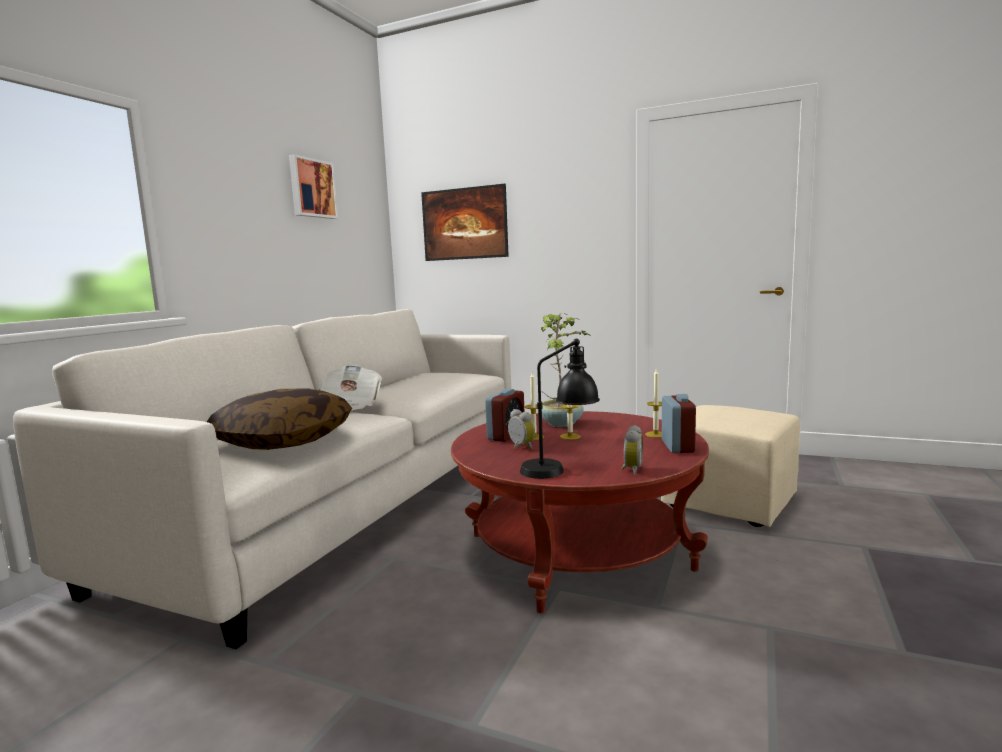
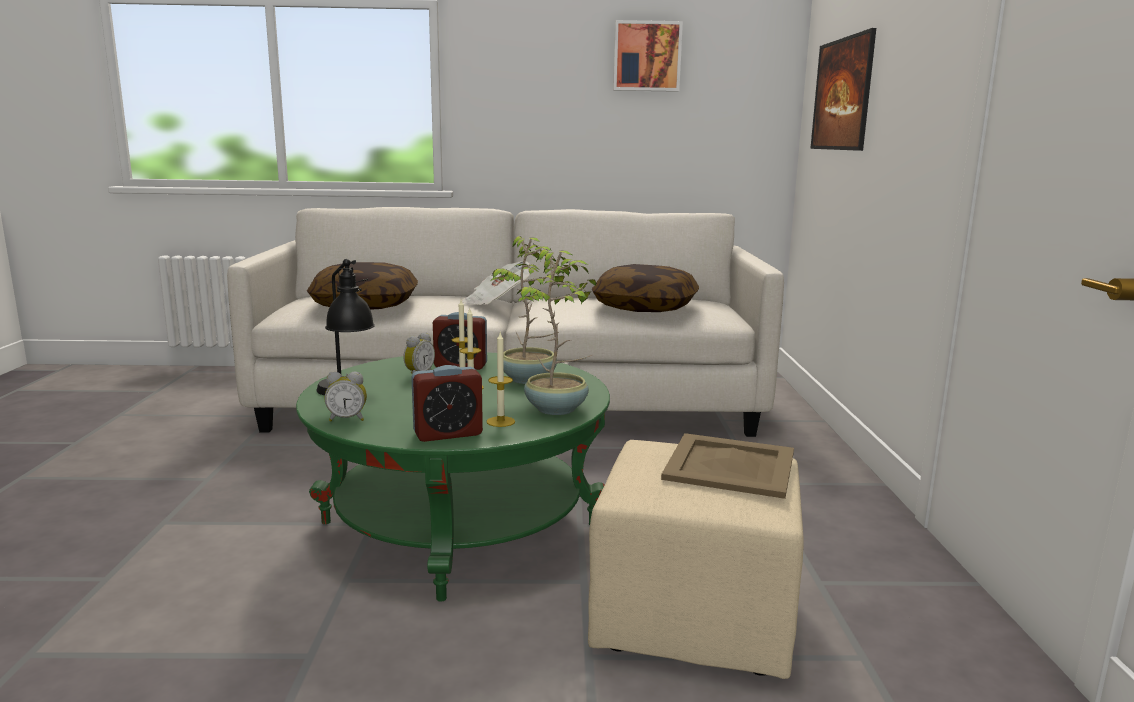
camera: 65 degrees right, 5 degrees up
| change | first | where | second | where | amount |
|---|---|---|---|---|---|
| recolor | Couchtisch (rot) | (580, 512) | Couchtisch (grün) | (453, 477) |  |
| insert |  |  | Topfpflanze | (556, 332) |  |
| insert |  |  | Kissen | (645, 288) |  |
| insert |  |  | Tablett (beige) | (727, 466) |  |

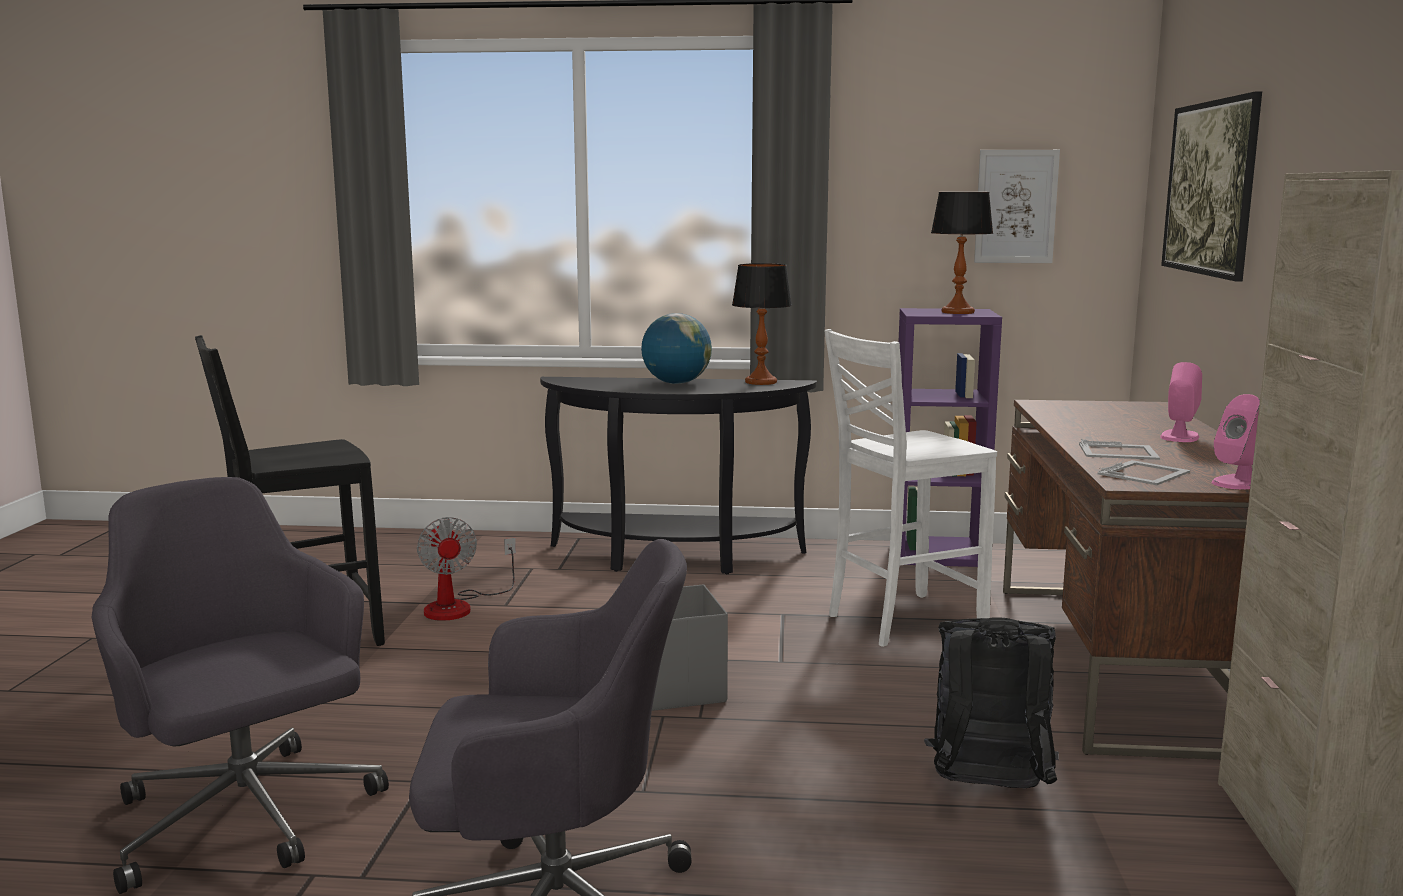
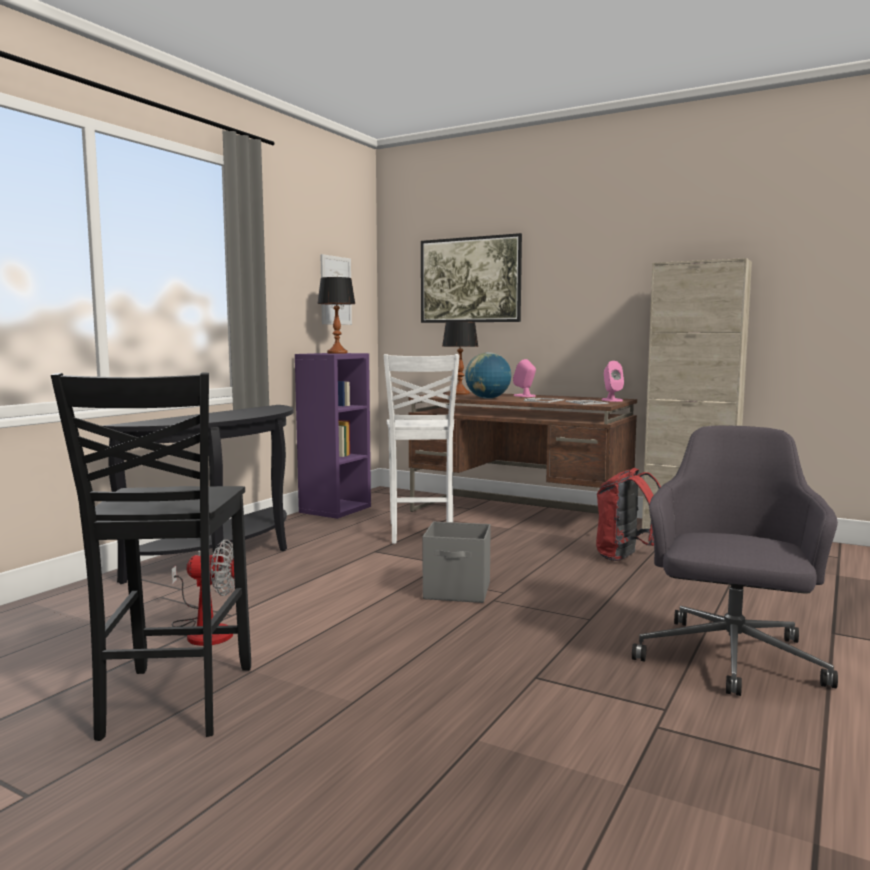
camera: 65 degrees left, 5 degrees down
| change | first | where | second | where | amount |
|---|---|---|---|---|---|
| move | Tischlampe | (762, 324) |  | (460, 358) |  |
| move | Globus | (676, 348) |  | (488, 375) |  |
| delete | Bürostuhl (grau) | (240, 685) |  |  |  |
| recolor | Rucksack (schwarz) | (991, 702) | Rucksack (rot) | (628, 514) |  |

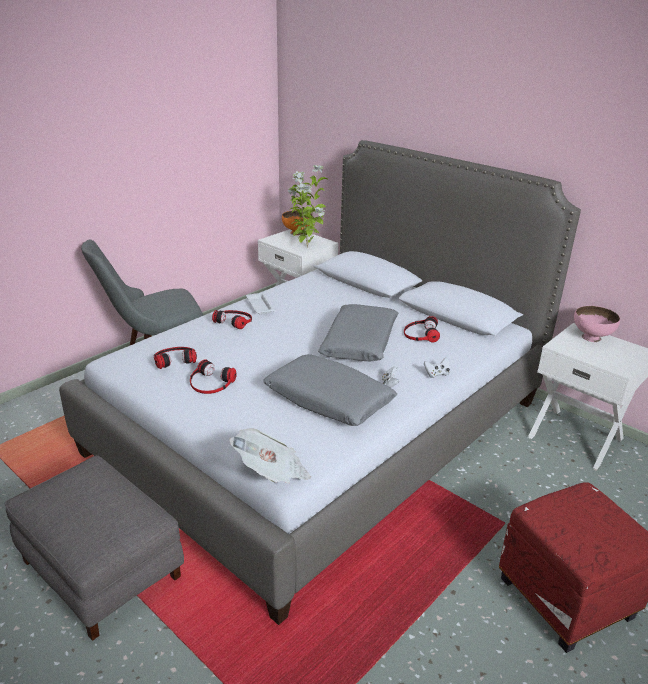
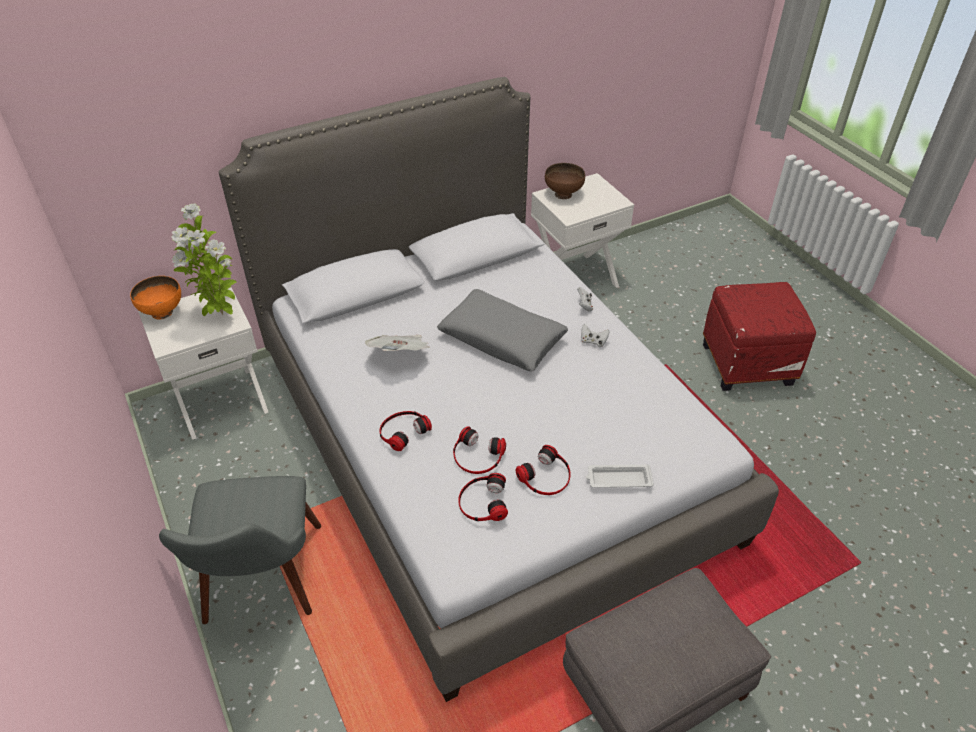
camera: 70 degrees left, 15 degrees up
| change | first | where | second | where | amount |
|---|---|---|---|---|---|
| move | Tablett (weiß) | (260, 303) |  | (620, 476) |  |
| recolor | Schüssel (rosa) | (597, 324) | Schüssel (braun) | (565, 181) |  |
| move | Kopfhörer | (422, 329) |  | (479, 450) |  |
| delete | Kissen (grau) | (330, 390) |  |  |  |
| move | Zeitung | (270, 455) |  | (397, 343) |  |

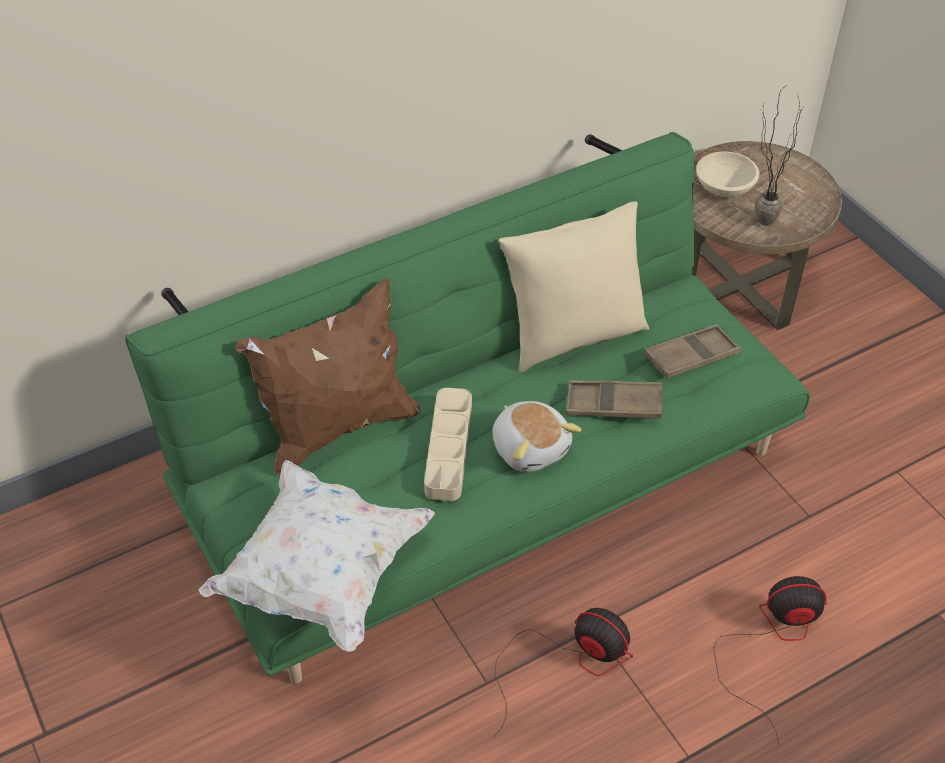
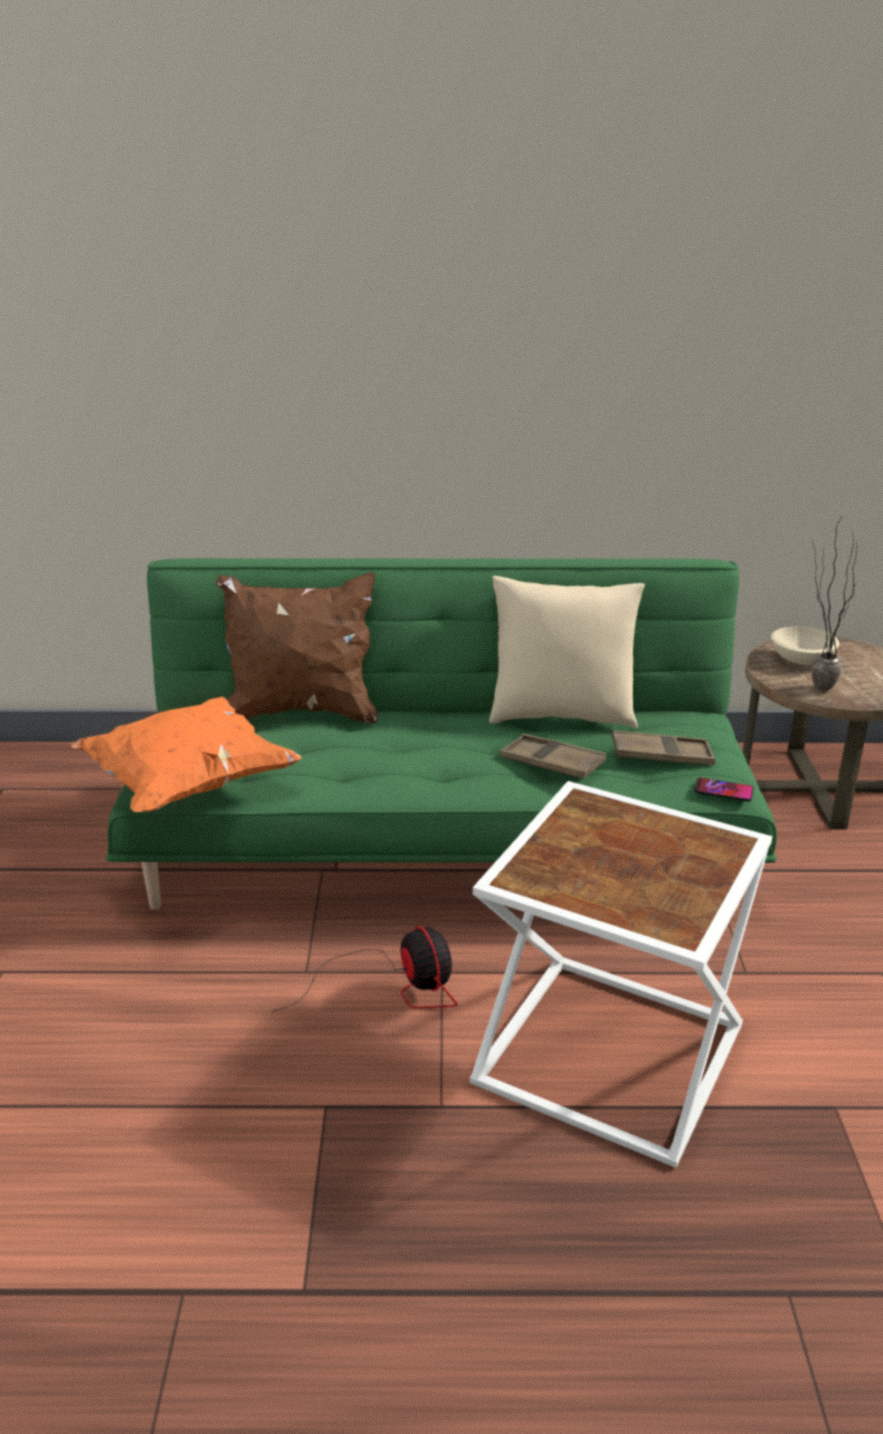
camera: 30 degrees right, 20 degrees down
| change | first | where | second | where | amount |
|---|---|---|---|---|---|
| delete | Tablett (beige) | (448, 444) |  |  |  |
| delete | Plüschtier | (537, 436) |  |  |  |
| recolor | Kissen (weiß) | (317, 556) | Kissen (orange) | (186, 754) |  |
| replace | Ventilator | (770, 661) | Beistelltisch (weiß) | (621, 974) |  |
| insert |  |  | Handy | (724, 790) |  |

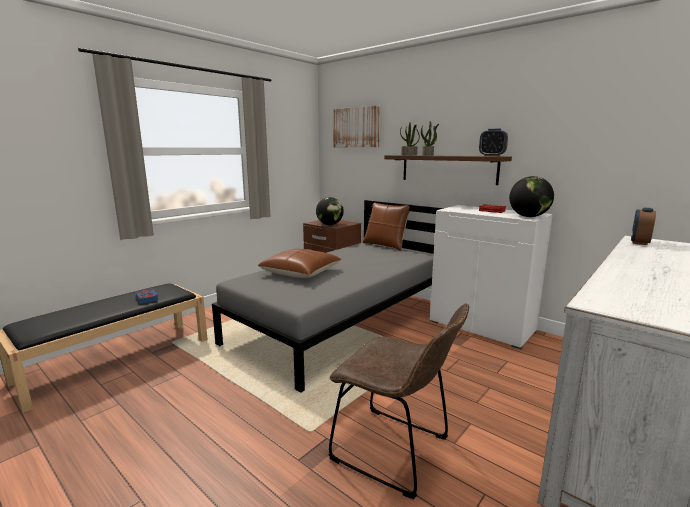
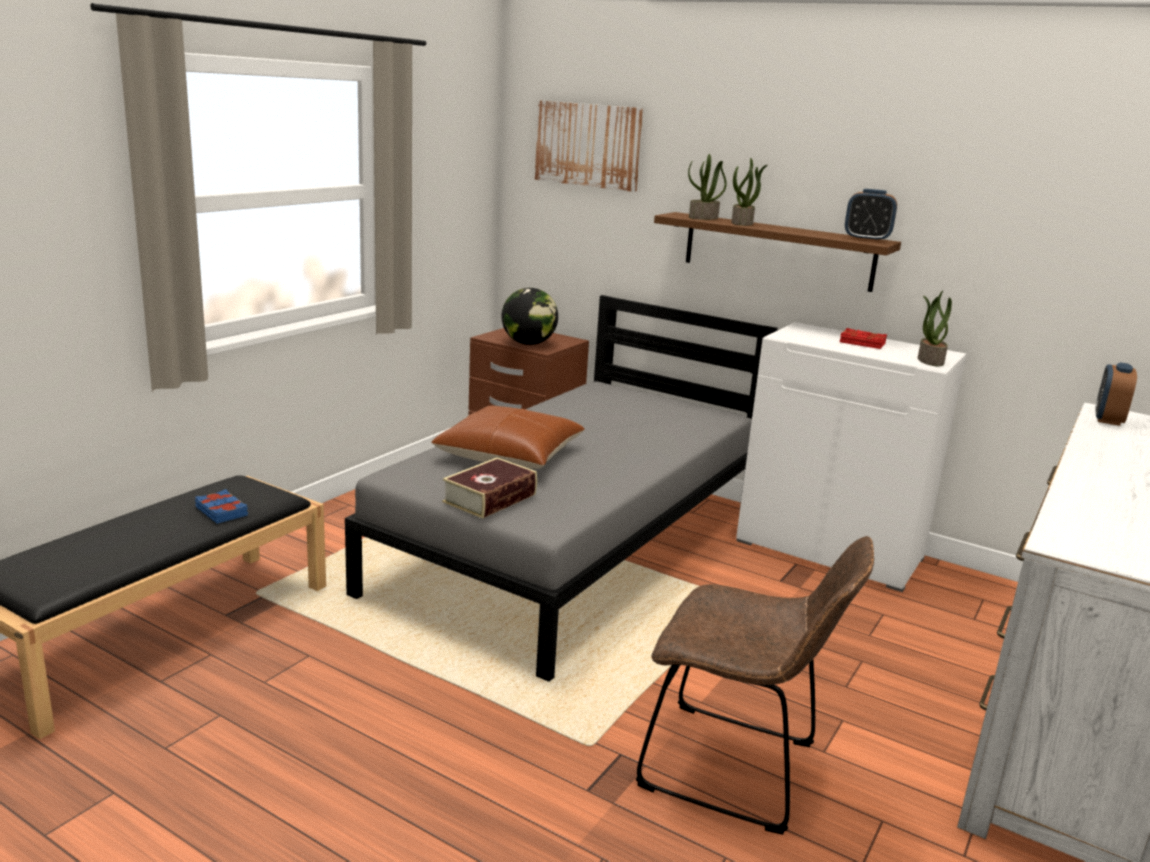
camera: 10 degrees left, 5 degrees up
| change | first | where | second | where | amount |
|---|---|---|---|---|---|
| replace | Globus | (531, 196) | Topfpflanze | (935, 328) |  |
| delete | Kissen (braun) | (387, 225) |  |  |  |
| insert |  |  | Buch | (489, 488) |  |

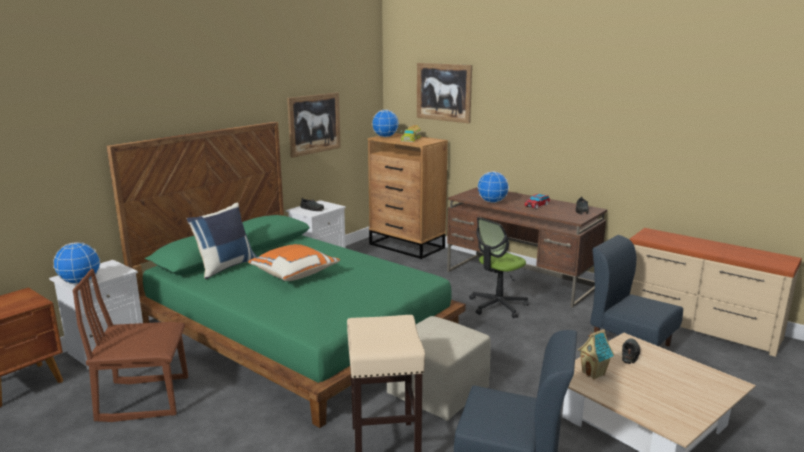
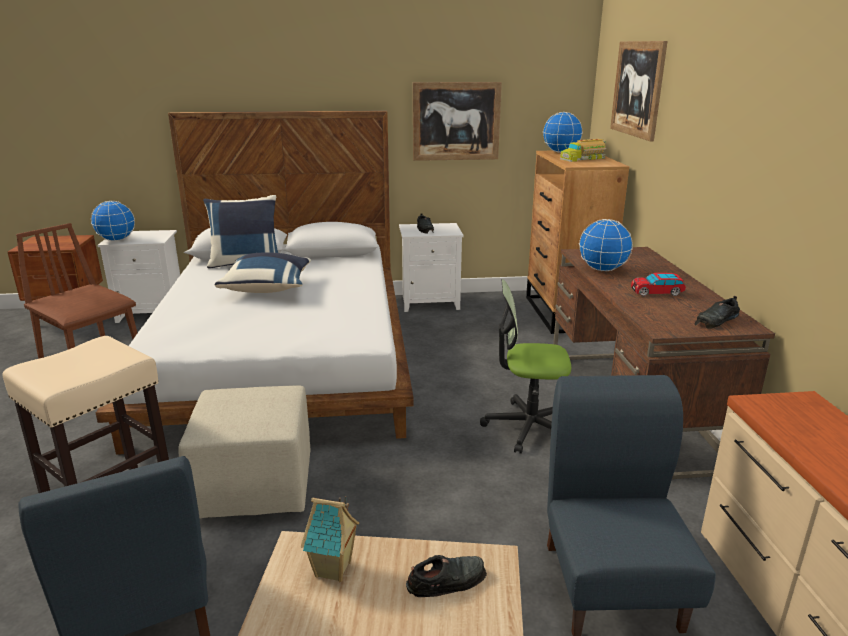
camera: 45 degrees right, 5 degrees up
| change | first | where | second | where | amount |
|---|---|---|---|---|---|
| recolor | Bett (grün) | (286, 275) | Bett (weiß) | (254, 283) |  |
| recolor | Kissen (orange) | (294, 262) | Kissen (blau) | (263, 272) |  |

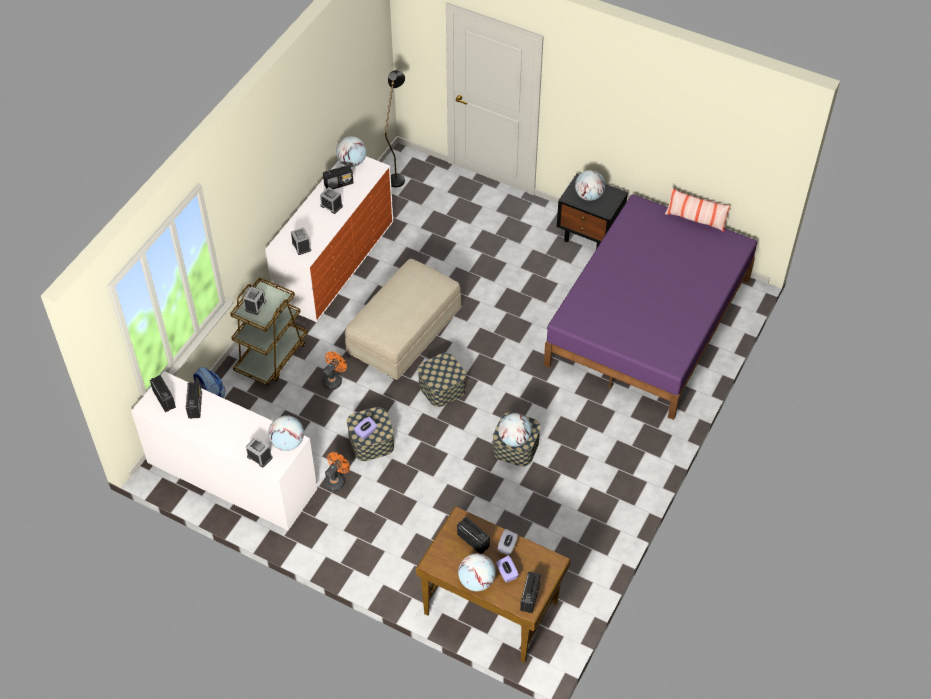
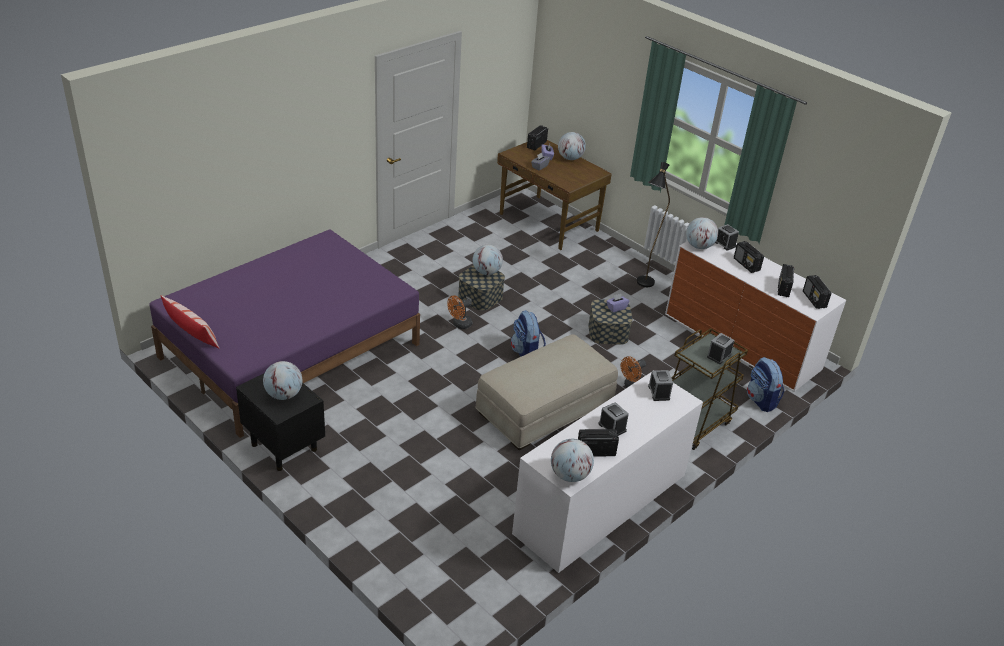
camera: 165 degrees left, 15 degrees down
| change | first | where | second | where | amount |
|---|---|---|---|---|---|
| move | Stehlampe (schwarz) | (395, 128) |  | (653, 224) |  |
| replace | Aufbewahrungsbox | (442, 380) | Rucksack | (528, 333) |  |
| move | Ventilator (orange) | (337, 472) |  | (459, 312) |  |
| move | Radio | (473, 535) |  | (749, 257) |  |

